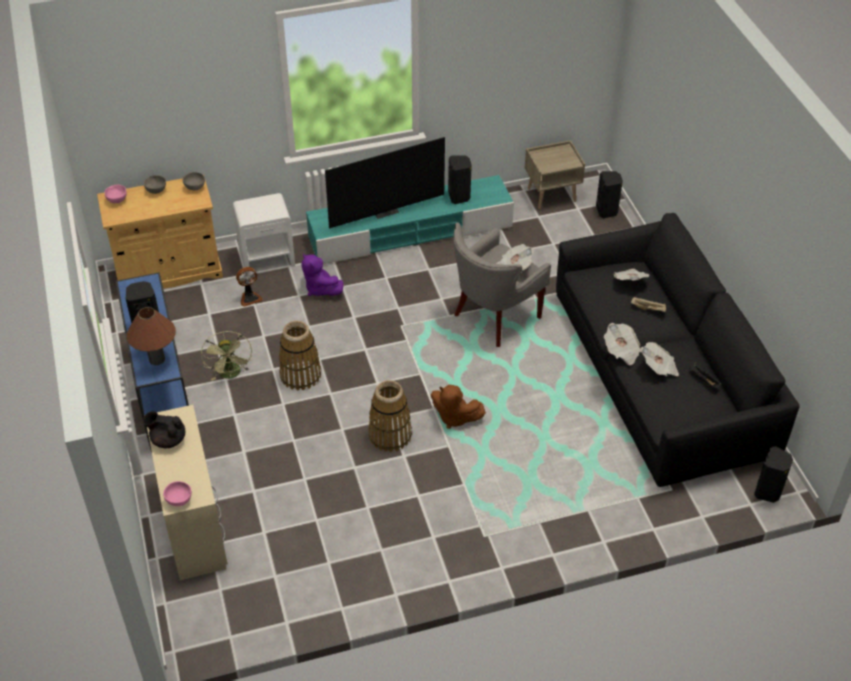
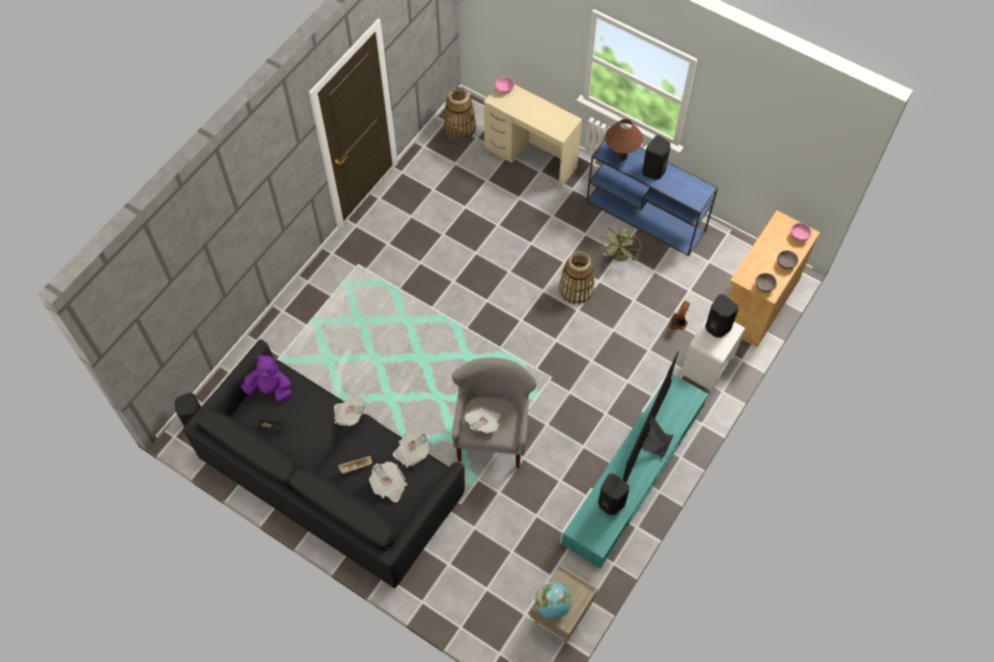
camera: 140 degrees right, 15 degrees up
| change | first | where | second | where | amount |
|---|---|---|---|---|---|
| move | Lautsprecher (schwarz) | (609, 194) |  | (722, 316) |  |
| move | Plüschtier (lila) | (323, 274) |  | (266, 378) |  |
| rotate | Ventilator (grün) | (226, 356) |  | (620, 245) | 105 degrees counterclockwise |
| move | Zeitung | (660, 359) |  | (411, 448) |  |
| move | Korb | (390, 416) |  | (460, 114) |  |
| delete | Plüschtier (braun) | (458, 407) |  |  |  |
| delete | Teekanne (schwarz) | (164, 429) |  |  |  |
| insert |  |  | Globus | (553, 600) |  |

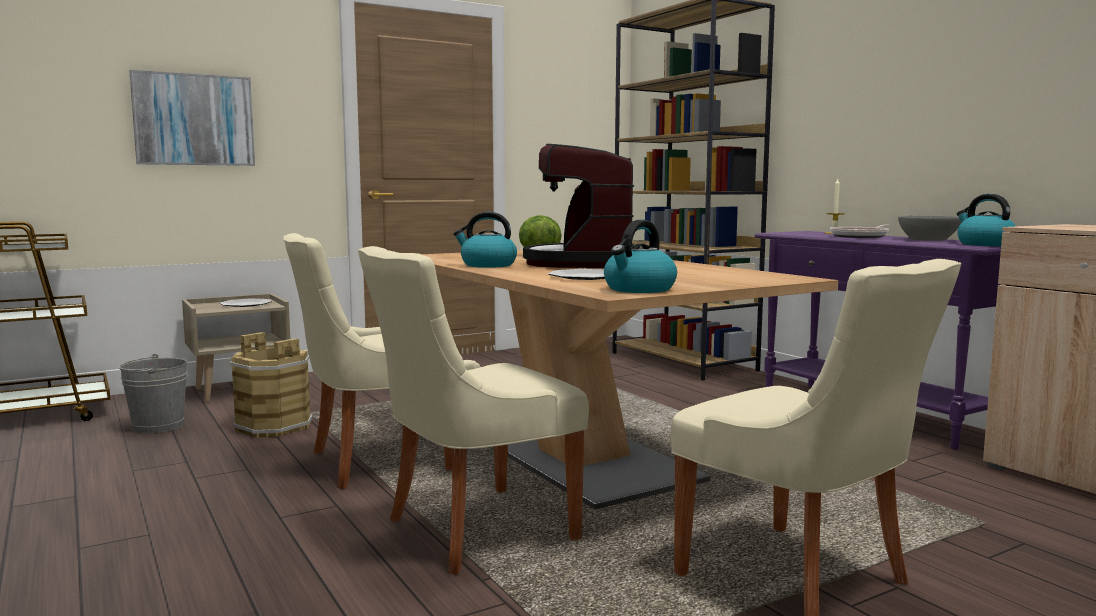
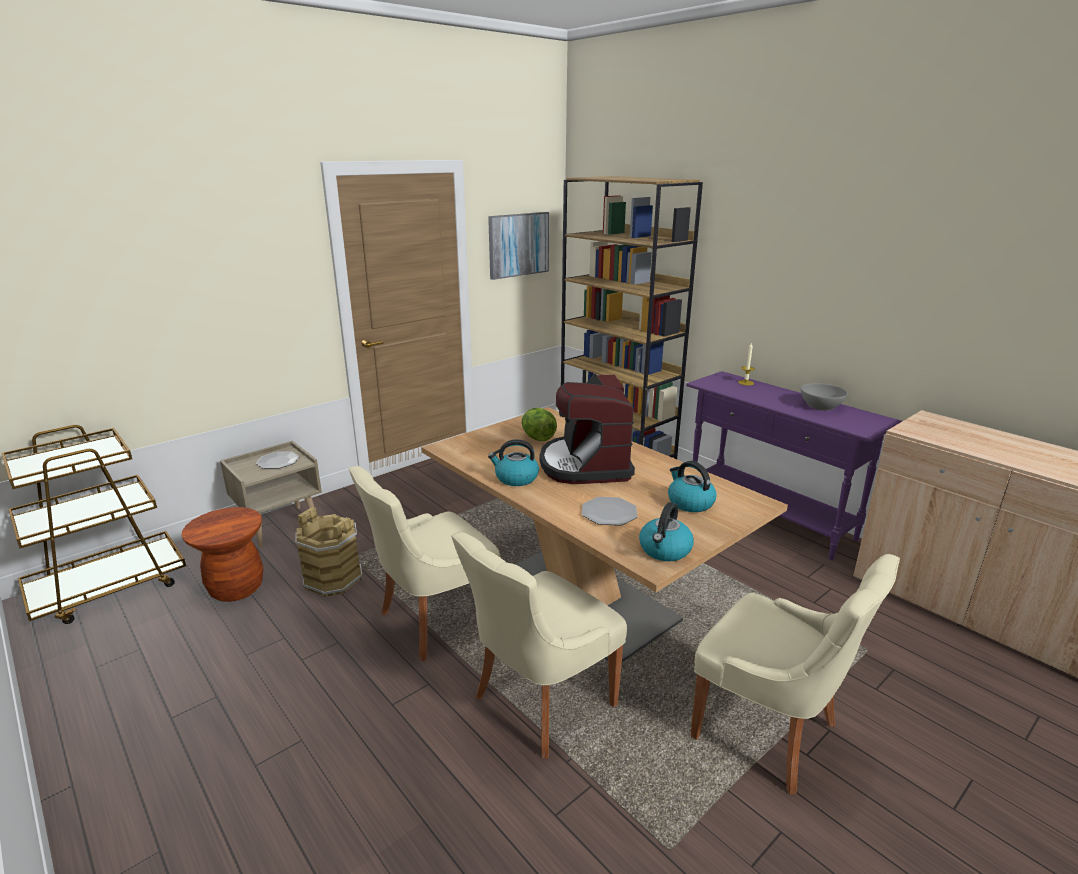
camera: 10 degrees left, 15 degrees up
| change | first | where | second | where | amount |
|---|---|---|---|---|---|
| move | Bild | (192, 118) |  | (518, 246) |  |
| move | Wasserkessel | (986, 220) |  | (692, 486) |  |
| delete | Pfanne | (860, 231) |  |  |  |
| replace | Eimer (grau) | (153, 393) | Hocker (braun) | (222, 554) |  |

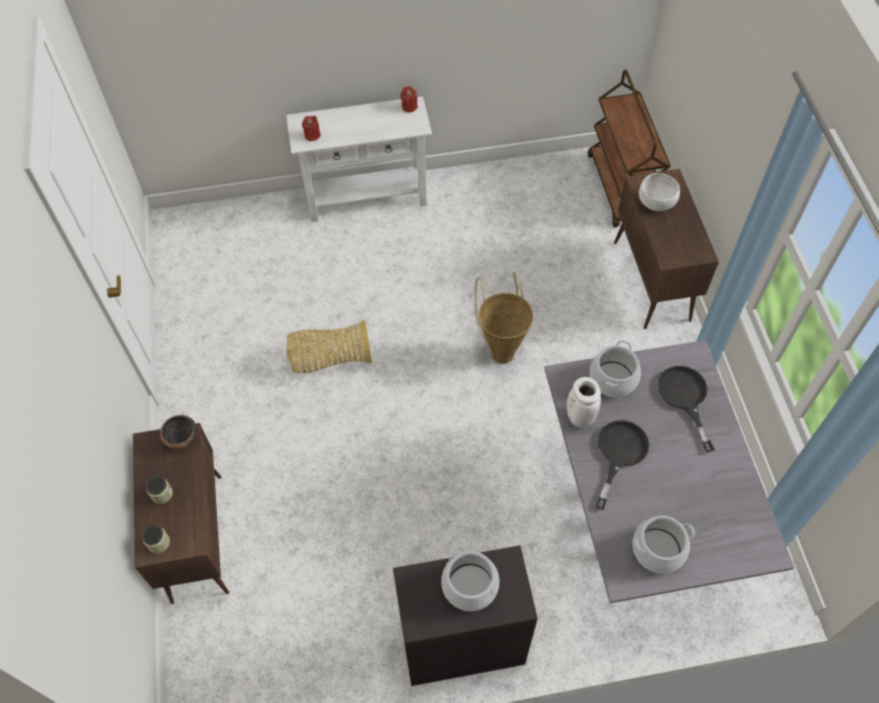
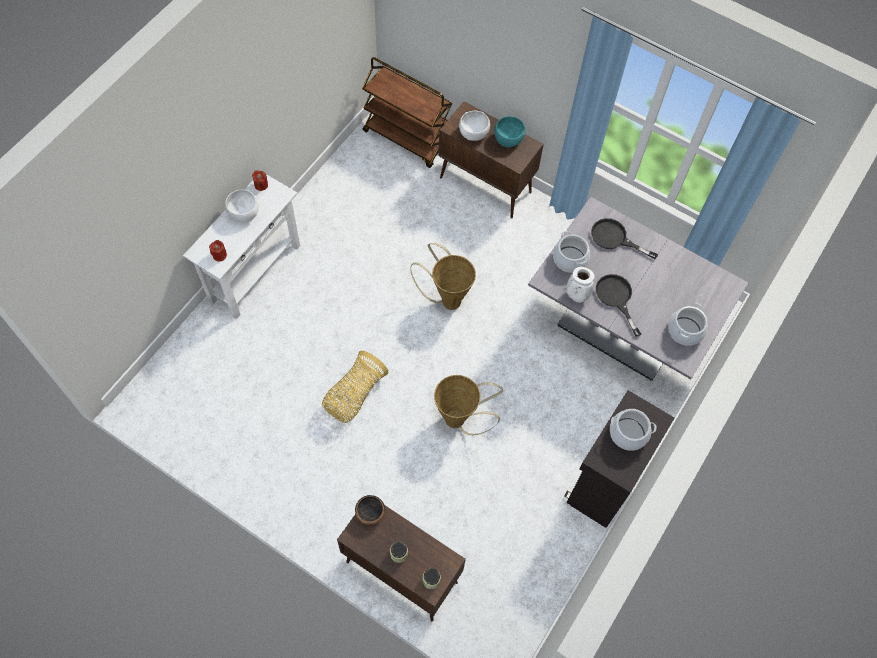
camera: 50 degrees left, 5 degrees up
| change | first | where | second | where | amount |
|---|---|---|---|---|---|
| insert |  |  | Schüssel (türkis) | (510, 131) |  |
| insert |  |  | Schüssel (weiß) | (242, 206) |  |
| insert |  |  | Korb | (468, 405) |  |

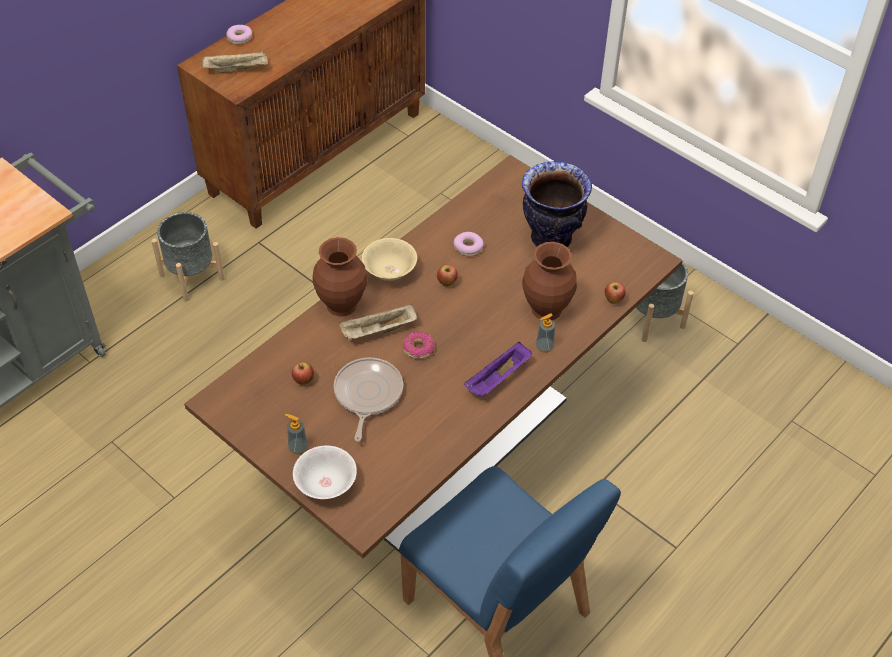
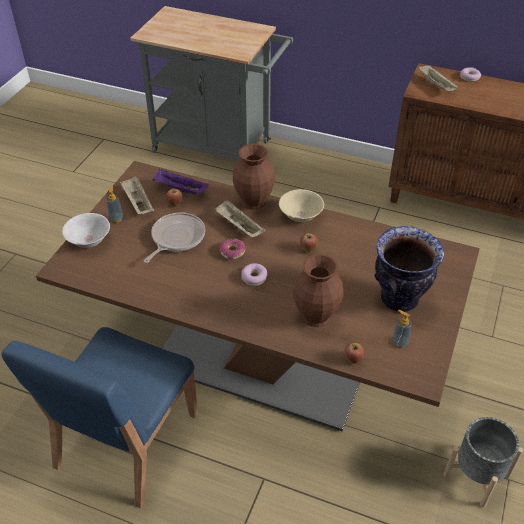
camera: 70 degrees right, 5 degrees down
| change | first | where | second | where | amount |
|---|---|---|---|---|---|
| delete | Pflanzkübel (grau) | (188, 257) |  |  |  |
| move | Donut | (468, 244) |  | (254, 274) |  |
| move | Seifenspender | (545, 332) |  | (402, 329) |  |
| move | Tablett (lila) | (498, 369) |  | (181, 181) |  |
| rotate | Pfanne | (368, 399) |  | (174, 237) | 45 degrees counterclockwise |
| insert |  |  | Tablett (beige) | (137, 195) |  |

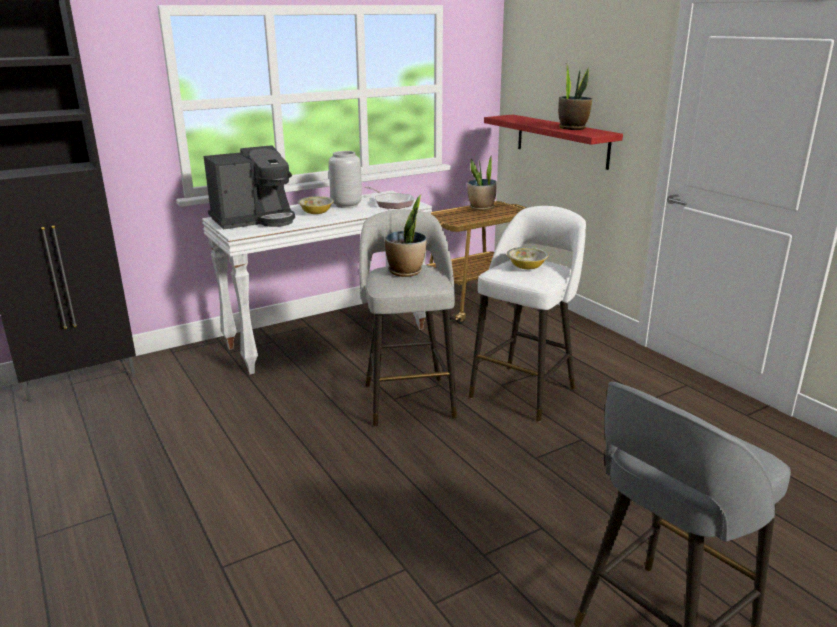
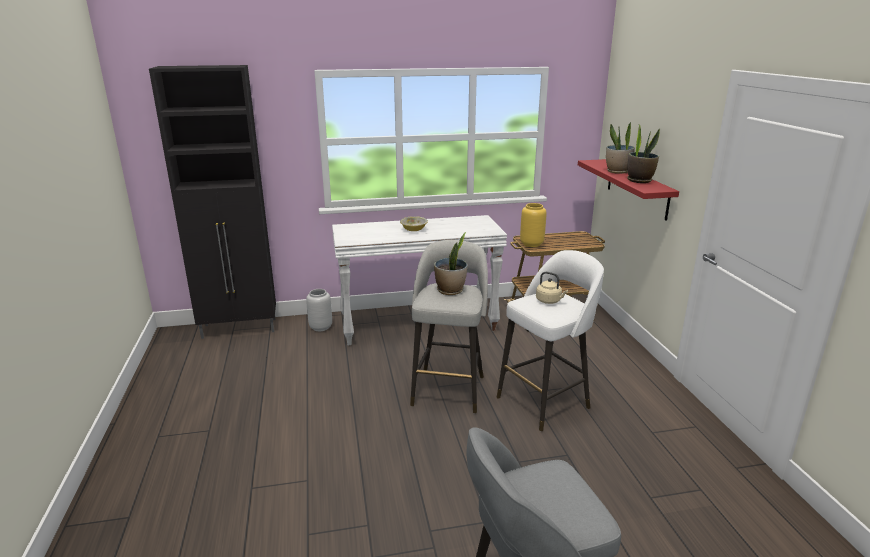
camera: 20 degrees right, 0 degrees up
| change | first | where | second | where | amount |
|---|---|---|---|---|---|
| delete | Kaffeemaschine | (249, 187) |  |  |  |
| move | Vase (grau) | (345, 179) |  | (319, 310) |  |
| move | Topfpflanze | (482, 183) |  | (620, 148) |  |
| delete | Pfanne | (389, 197) |  |  |  |
| replace | Schüssel | (528, 258) | Wasserkessel (beige) | (552, 288) |  |
| insert |  |  | Vase (gelb) | (533, 225) |  |

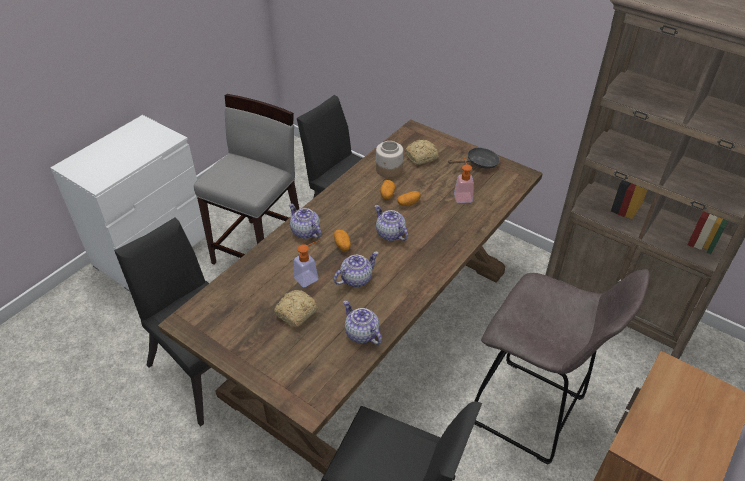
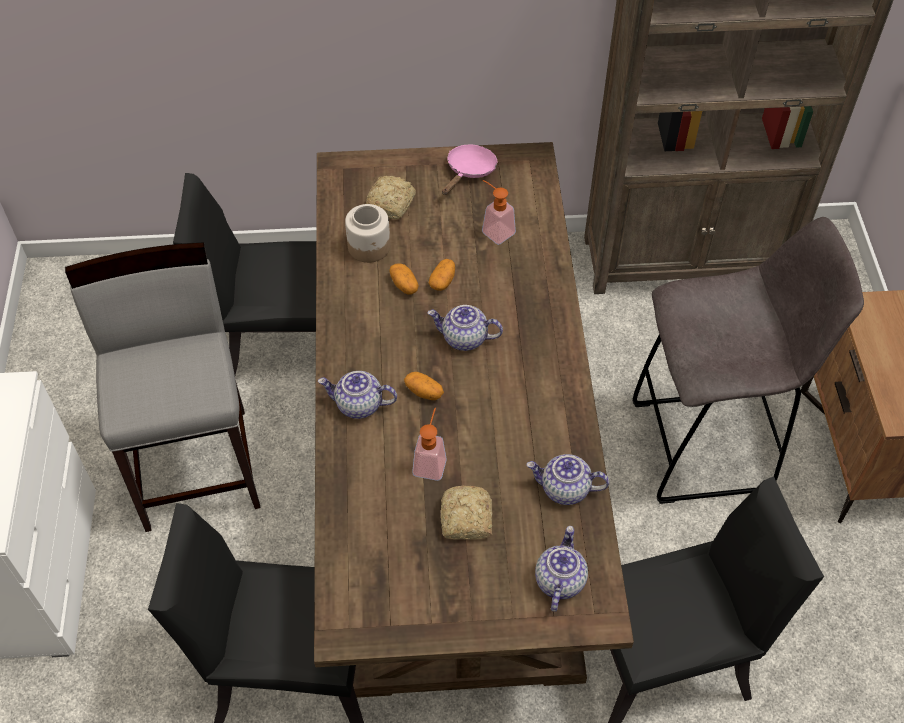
camera: 40 degrees left, 10 degrees up
| change | first | where | second | where | amount |
|---|---|---|---|---|---|
| recolor | Pfanne (schwarz) | (474, 158) | Pfanne (rosa) | (469, 169) |  |
| move | Teekanne | (355, 269) |  | (561, 569) |  |

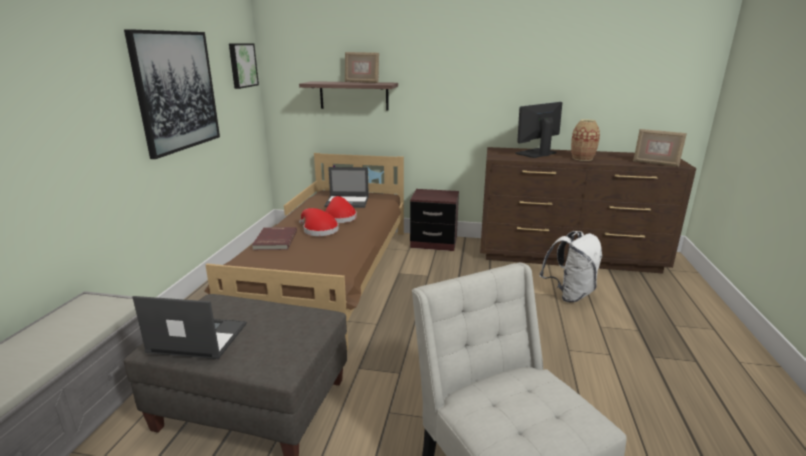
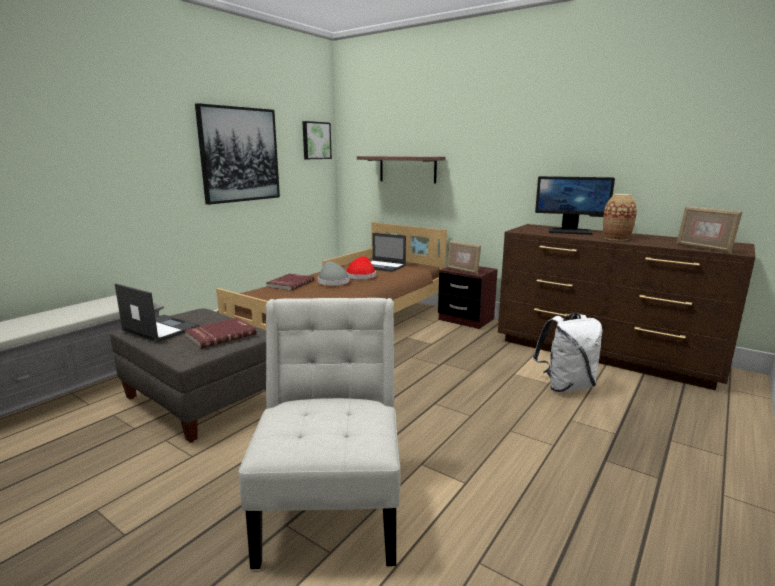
camera: 25 degrees right, 5 degrees down
| change | first | where | second | where | amount |
|---|---|---|---|---|---|
| move | Bilderrahmen | (362, 67) |  | (464, 257) |  |
| rotate | Monitor | (539, 130) |  | (575, 205) | 150 degrees counterclockwise |
| recolor | Hut (rot) | (319, 222) | Hut (grau) | (333, 273) |  |
| insert |  |  | Buch (rot) | (220, 333) |  |

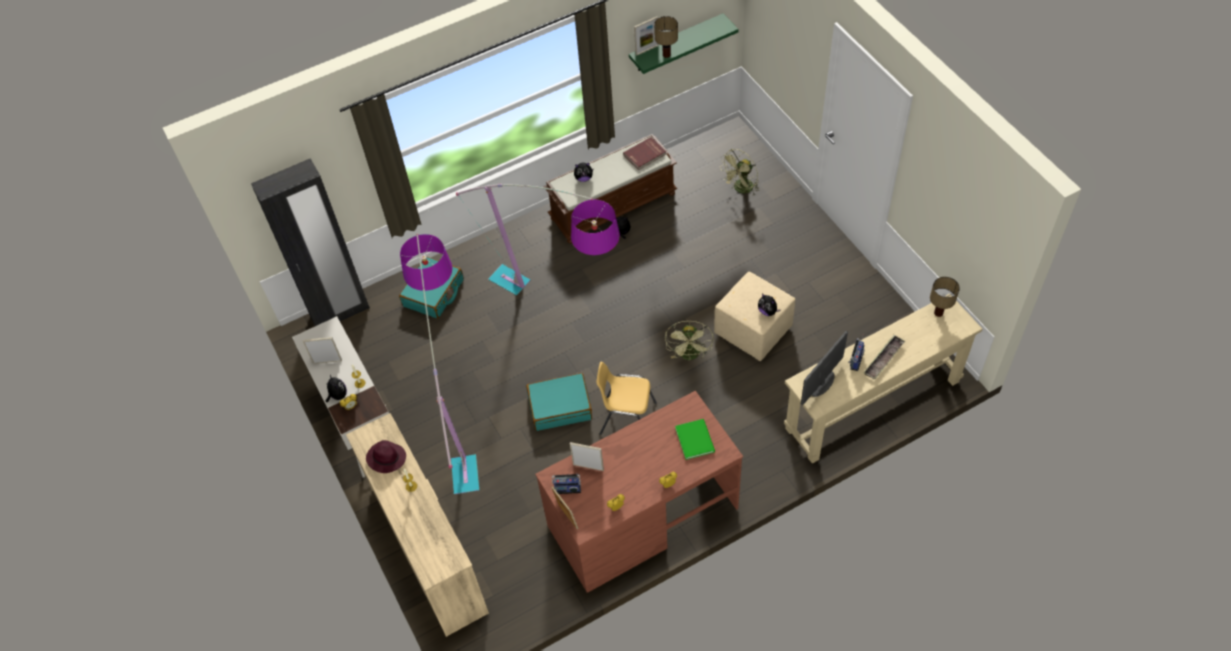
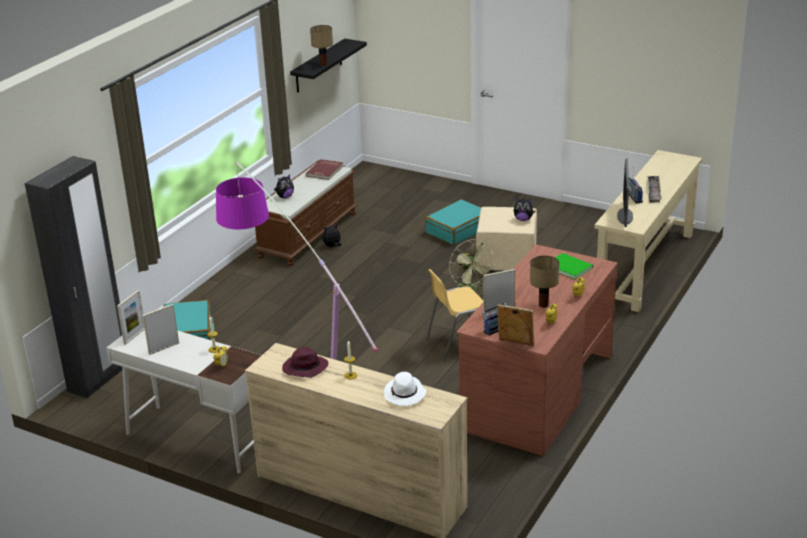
camera: 35 degrees left, 25 degrees down
| change | first | where | second | where | amount |
|---|---|---|---|---|---|
| recolor | Wandregal (grün) | (684, 44) | Wandregal (schwarz) | (328, 66) |  |
| move | Bilderrahmen | (646, 36) |  | (131, 317) |  |
| delete | Ventilator (grün) | (739, 172) |  |  |  |
| delete | Stehlampe | (538, 239) |  |  |  |
| move | Tischlampe | (945, 297) |  | (544, 282) |  |
| move | Koffer (türkis) | (559, 402) |  | (453, 222) |  |
| delete | Plüschtier | (336, 388) |  |  |  |
| insert |  |  | Hut (weiß) | (405, 389) |  |

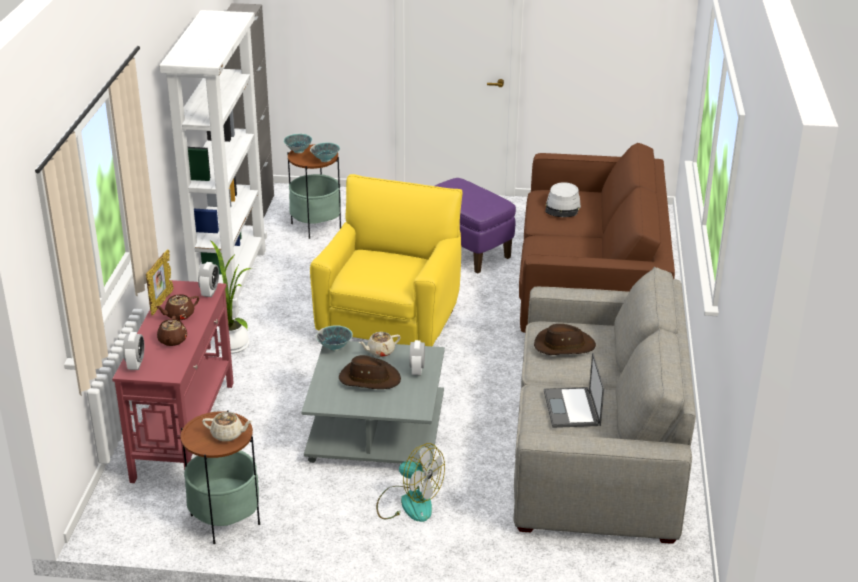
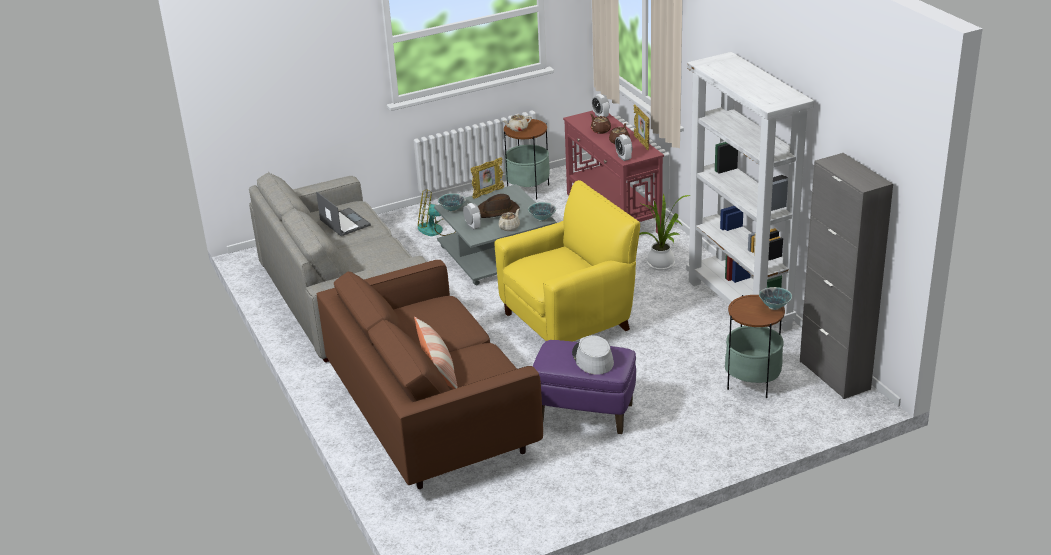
camera: 150 degrees right, 0 degrees up
| change | first | where | second | where | amount |
|---|---|---|---|---|---|
| move | Schüssel | (325, 152) |  | (452, 202) |  |
| rotate | Sessel (gelb) | (386, 260) |  | (567, 261) | 105 degrees counterclockwise |
| move | Hut (grau) | (563, 199) |  | (593, 355) |  |
| delete | Hut (braun) | (565, 339) |  |  |  |
| insert |  |  | Bilderrahmen | (487, 178) |  |
| insert |  |  | Kissen | (436, 353) |  |

